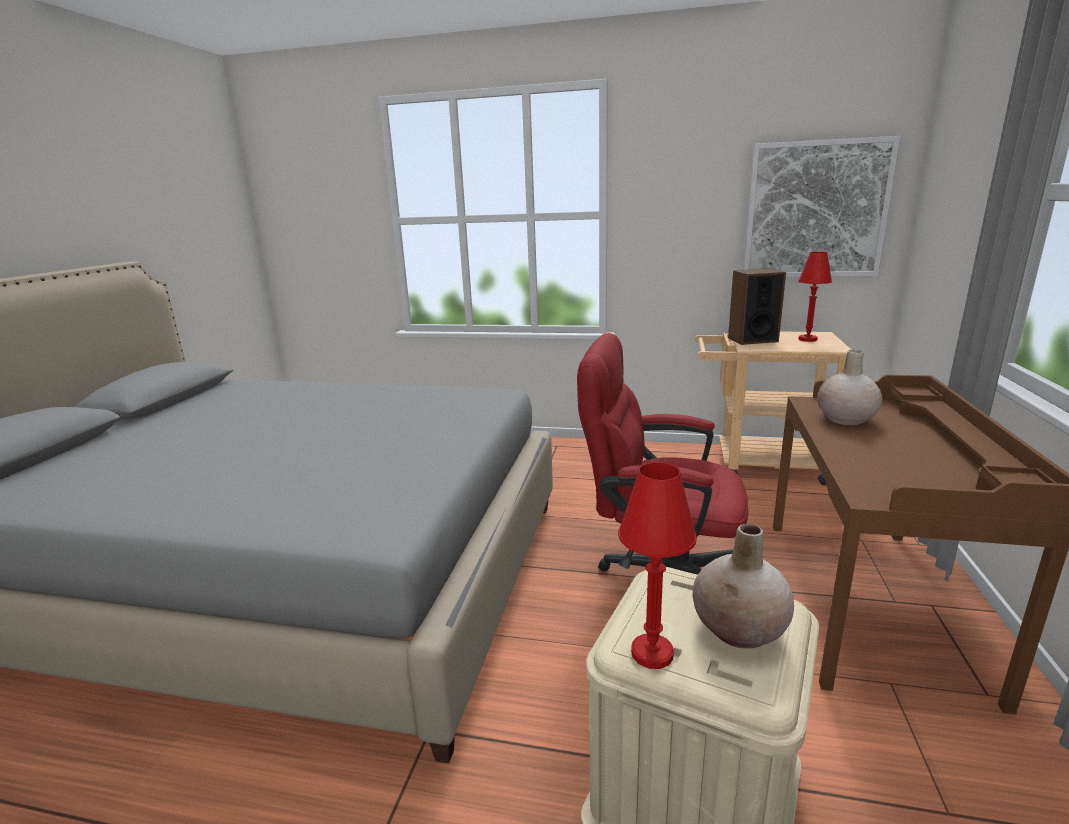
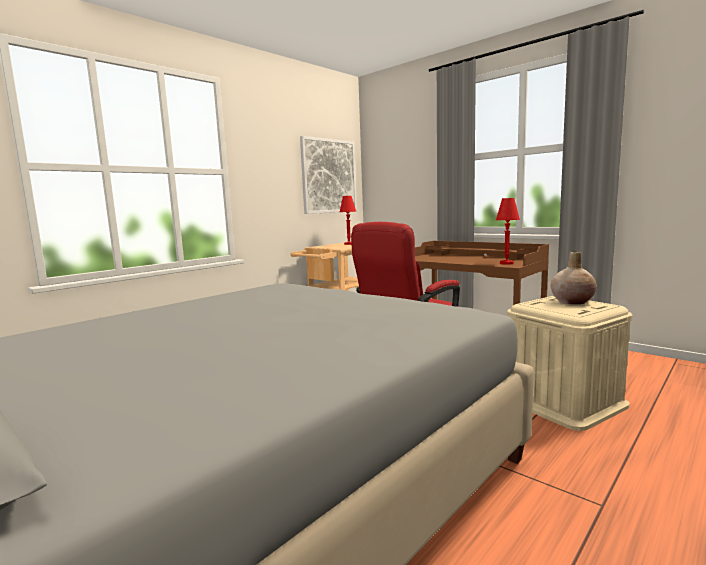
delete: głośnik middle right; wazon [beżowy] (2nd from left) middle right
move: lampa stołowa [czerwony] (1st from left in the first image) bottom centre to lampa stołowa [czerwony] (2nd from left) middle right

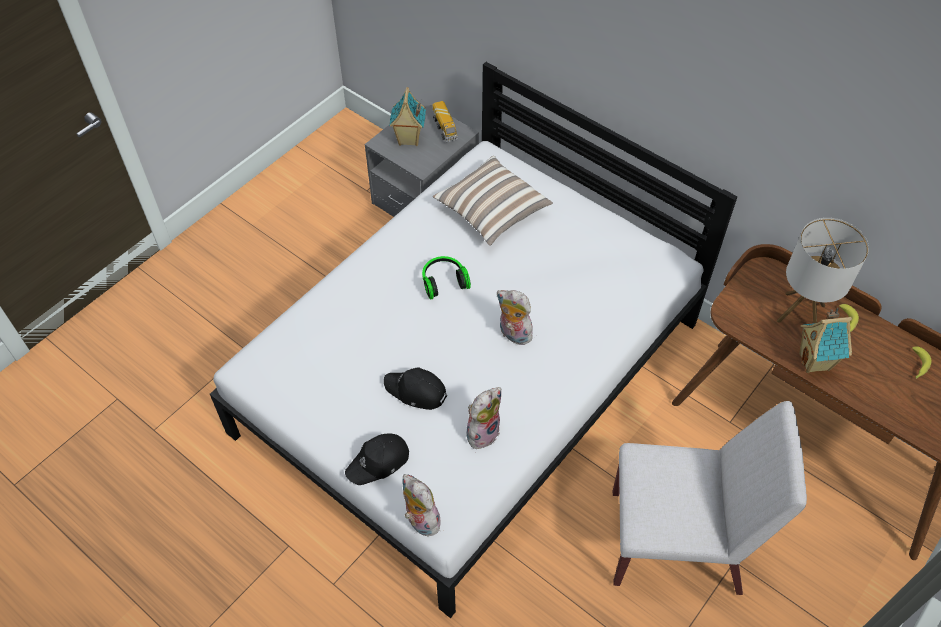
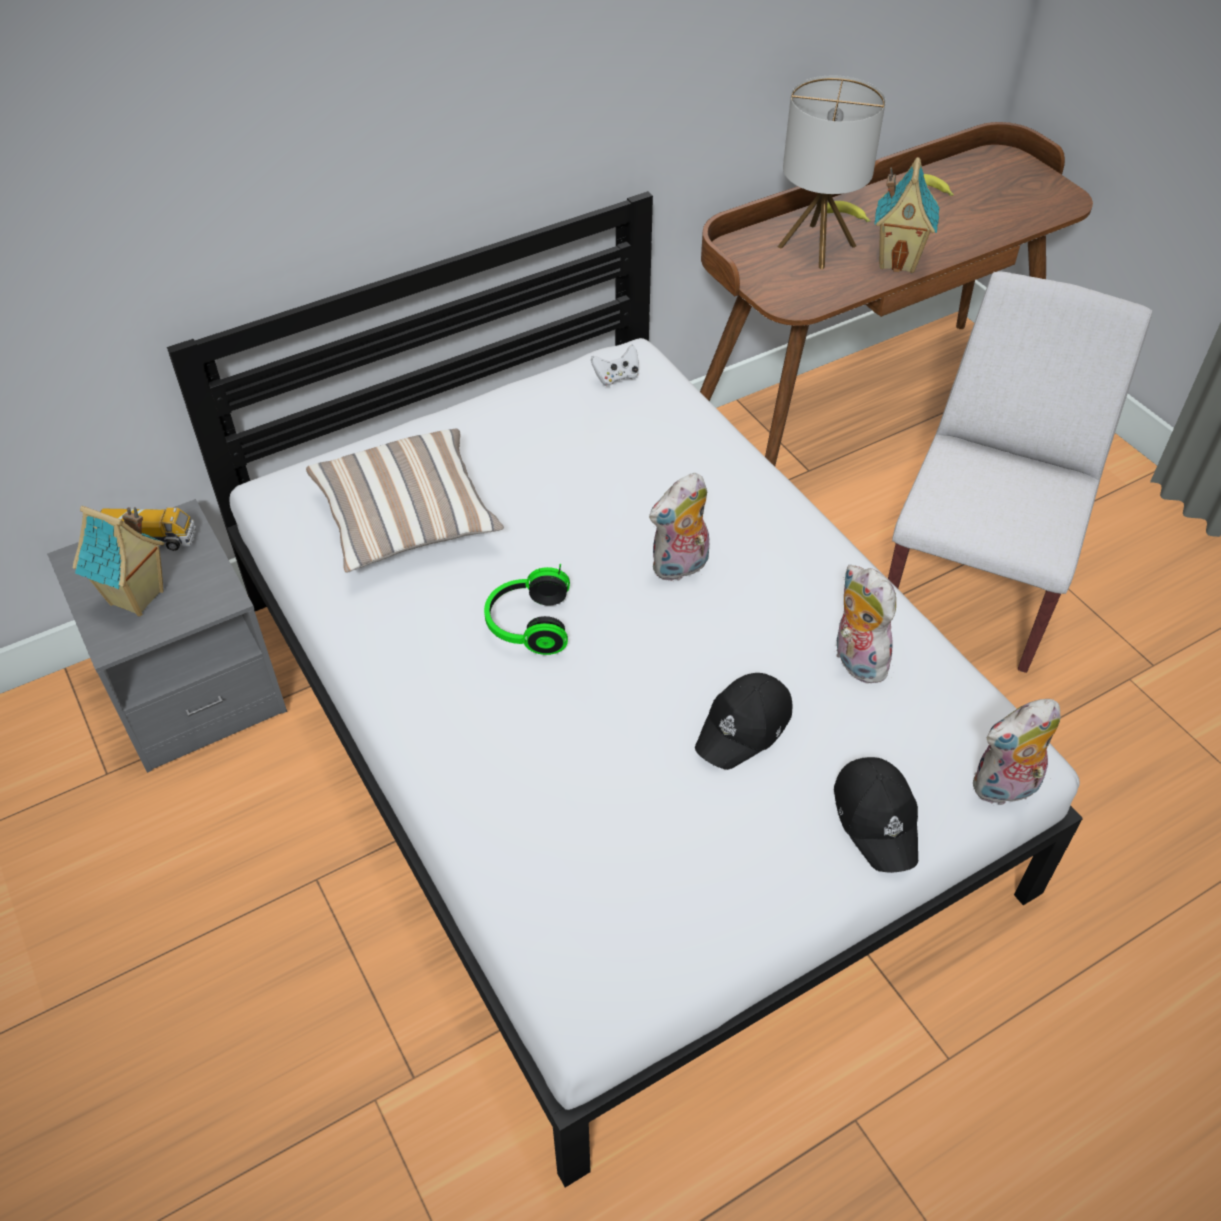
insert: pad do gier [biały] top centre

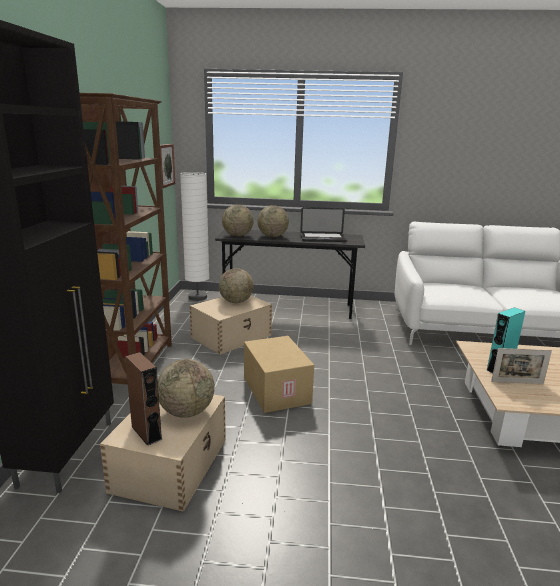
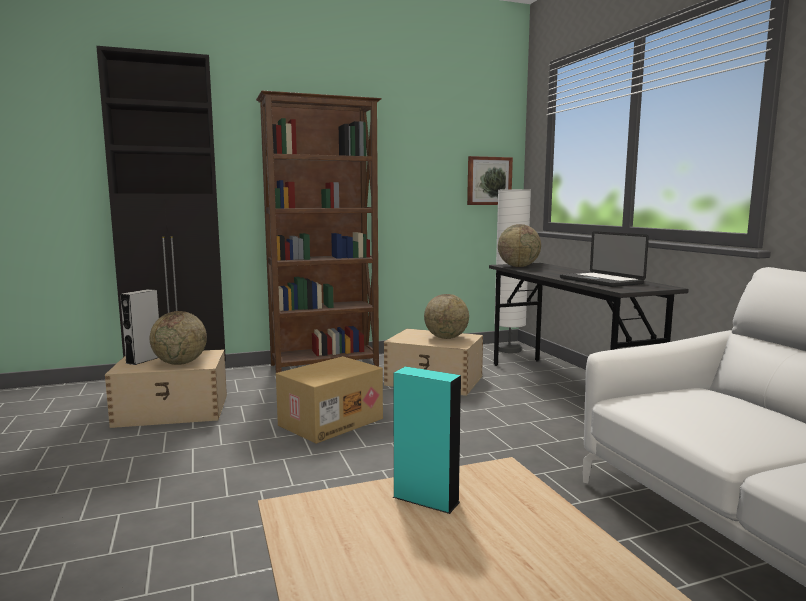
delete: globus (4th from left) centre; ramka na zdjęcie middle right
recolor: głośnik [brązowy] bottom left to głośnik [szary] middle left

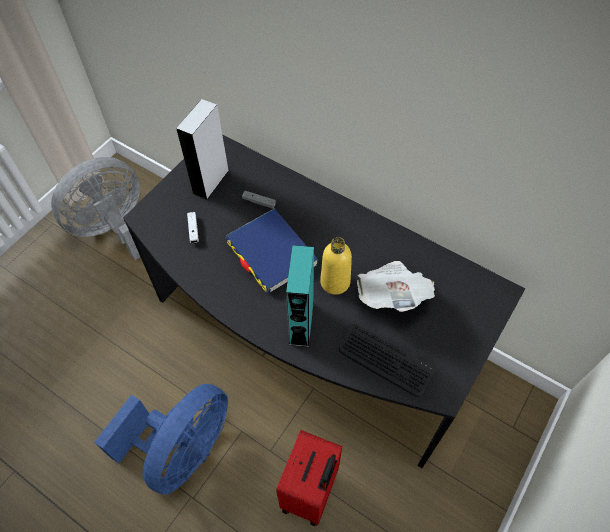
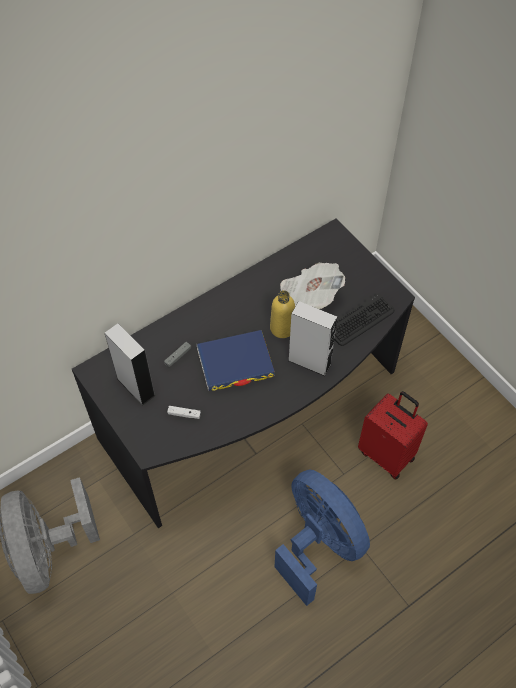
recolor: głośnik [turkusowy] centre to głośnik [szary] (2nd from left) centre

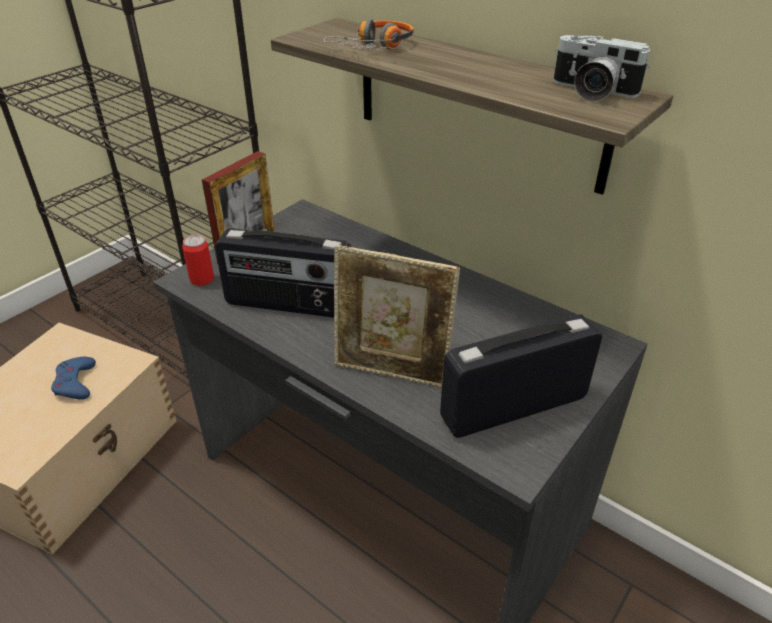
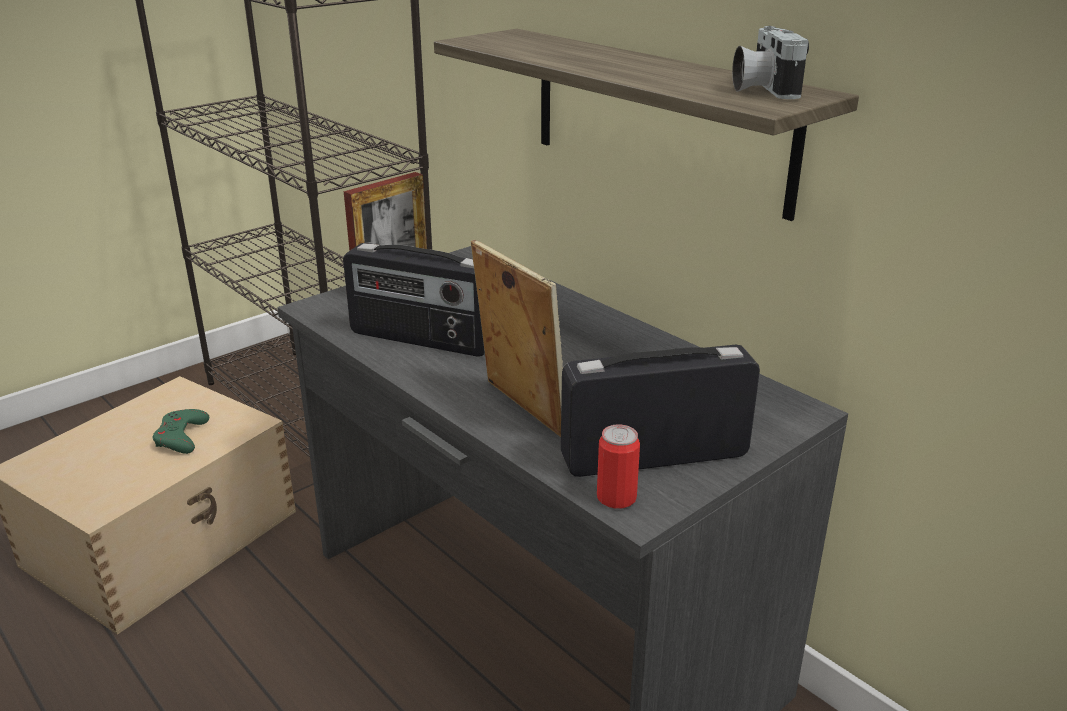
delete: słuchawki top centre
move: puszka middle left to centre
recolor: pad do gier [niebieski] middle left to pad do gier [zielony] middle left
rotate: ramka na zdjęcie (2nd from left) centre = centre 150 degrees counterclockwise; aparat fotograficzny top right = top right 45 degrees clockwise

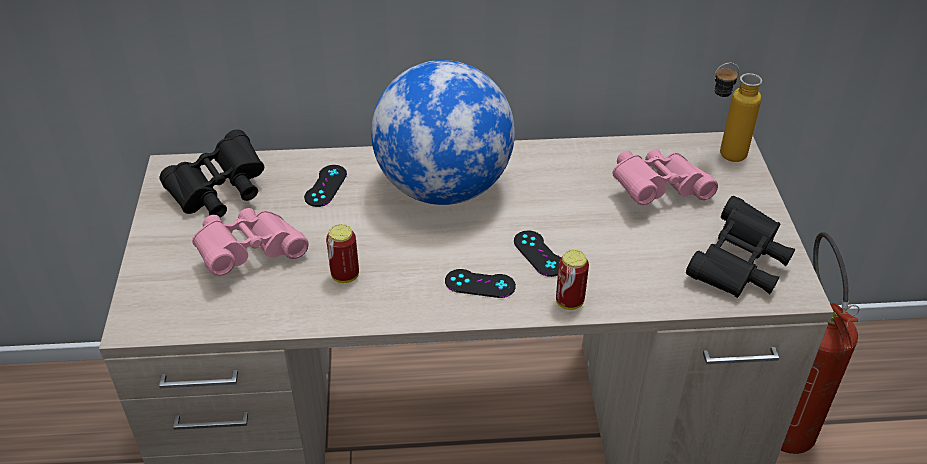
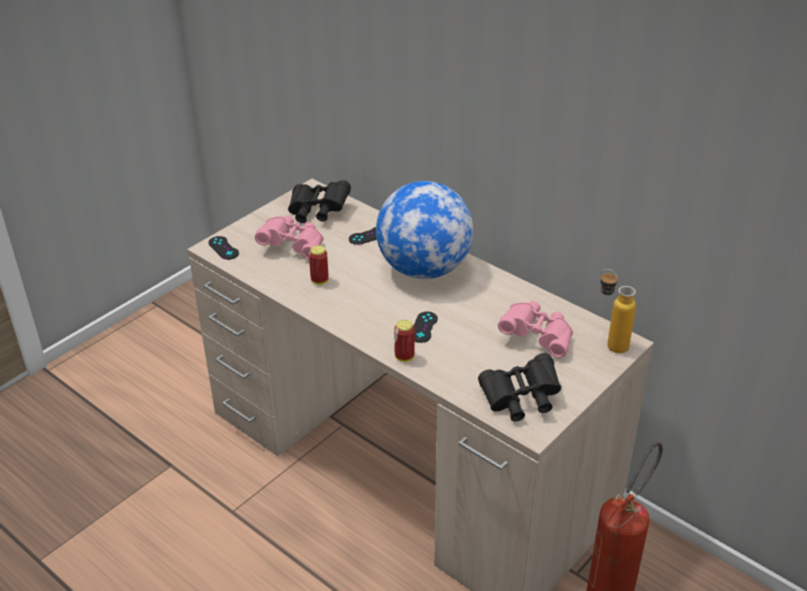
move: pad do gier [czarny] (2nd from left in the first image) centre to pad do gier [czarny] (1st from left) middle left

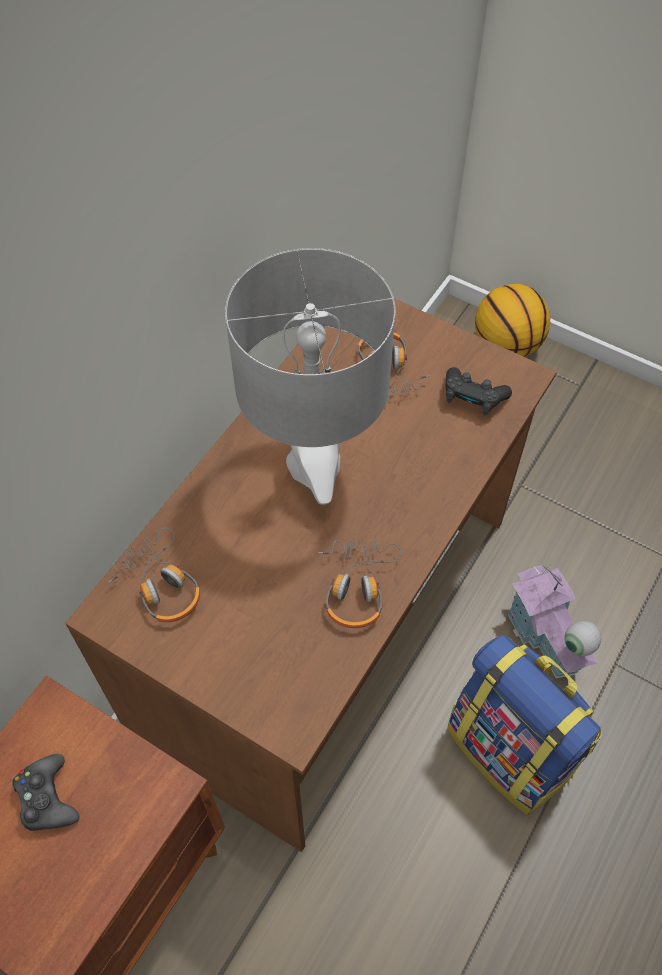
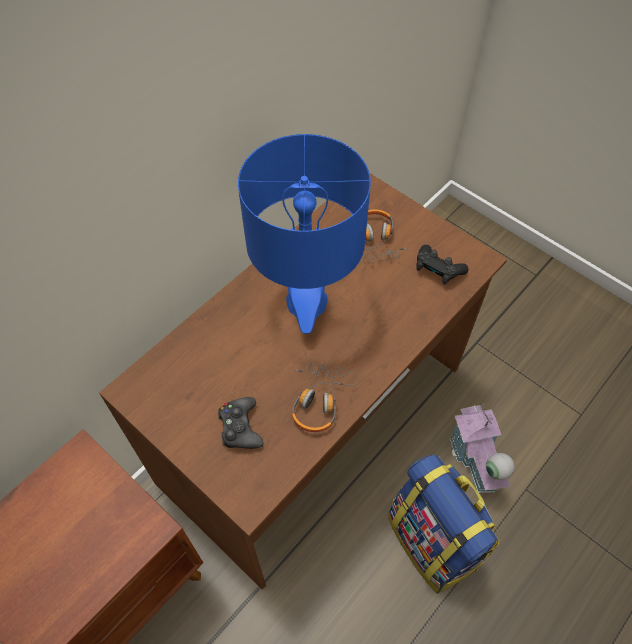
delete: słuchawki (1st from left) middle left; piłka do koszykówki top right
move: pad do gier [czarny] (1st from left) bottom left to centre
recolor: lampa stołowa [szary] centre to lampa stołowa [niebieski] centre

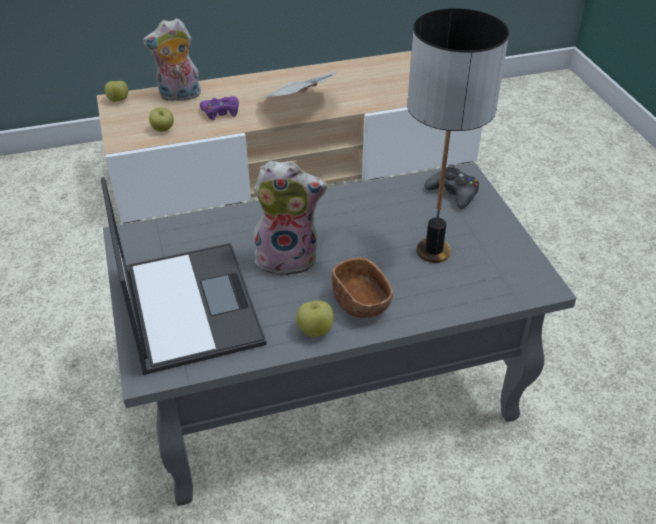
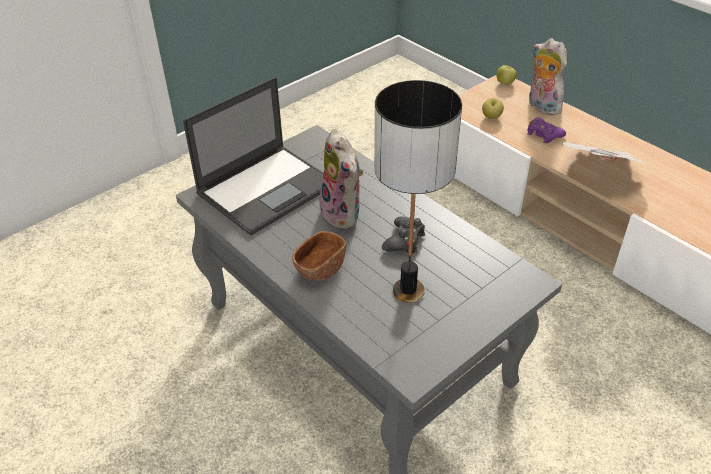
delete: jabłko (3rd from left) centre
move: pad do gier [czarny] middle right to centre

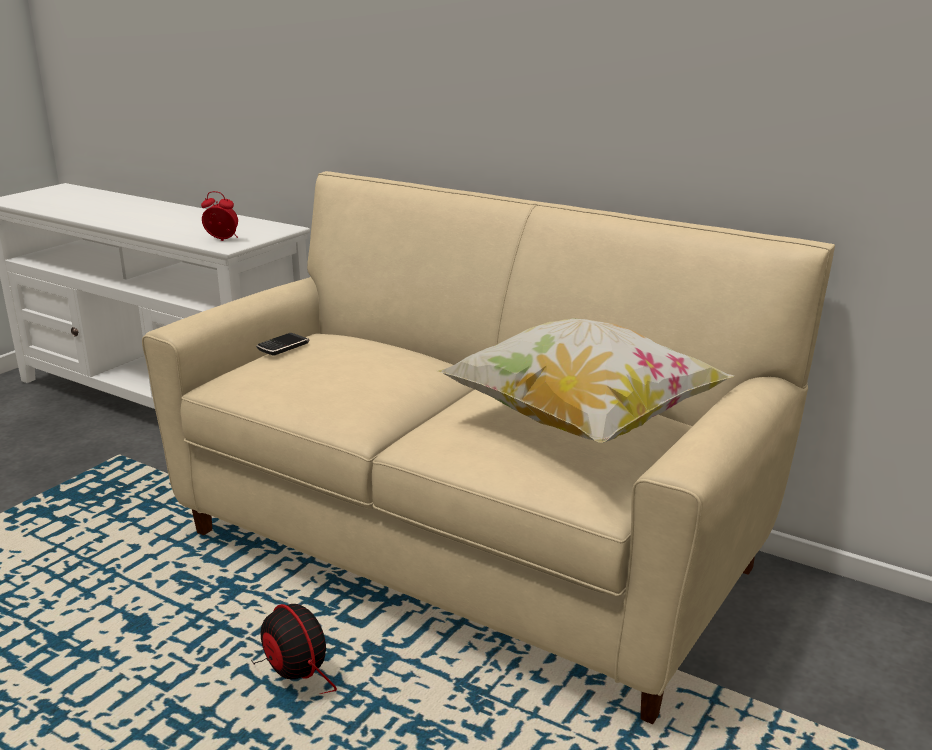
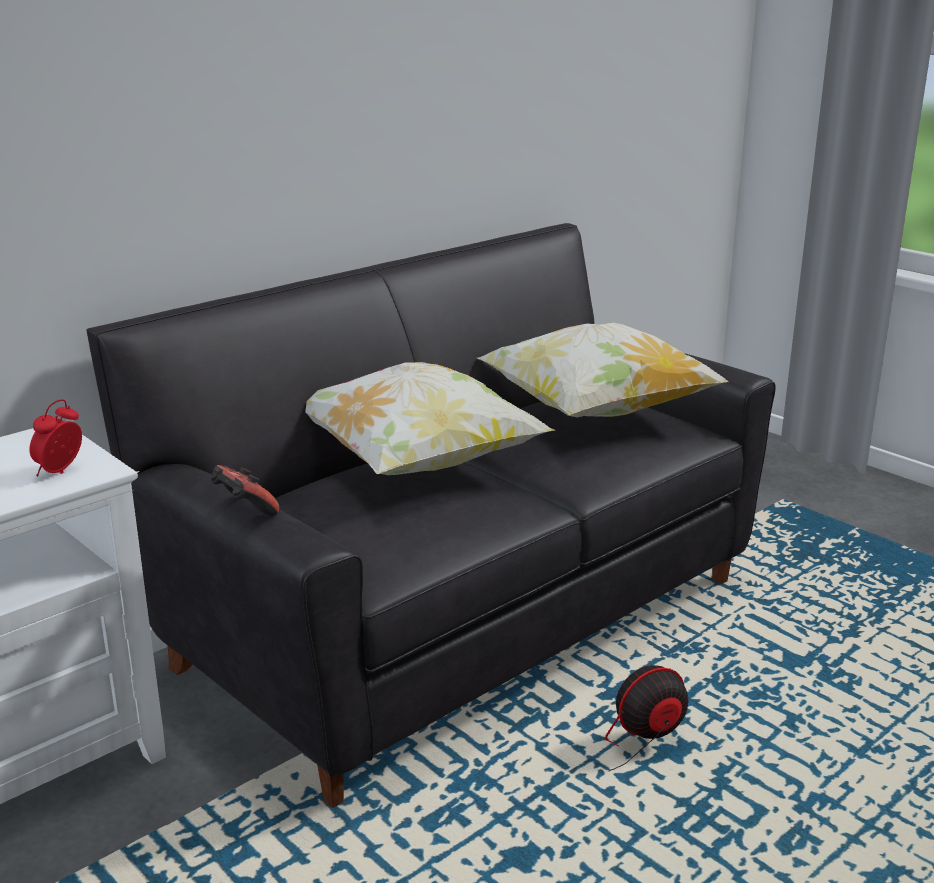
delete: telefon middle left
insert: pad do gier middle left; poduszka (1st from left) centre
recolor: kanapa [beżowy] centre to kanapa [czarny] centre

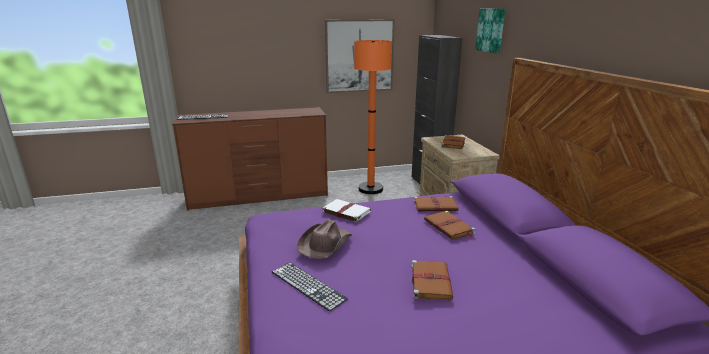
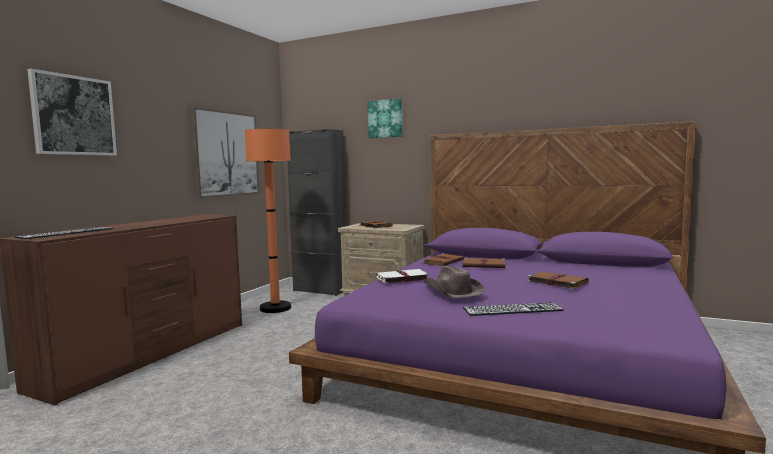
insert: obraz (1st from left) top left

